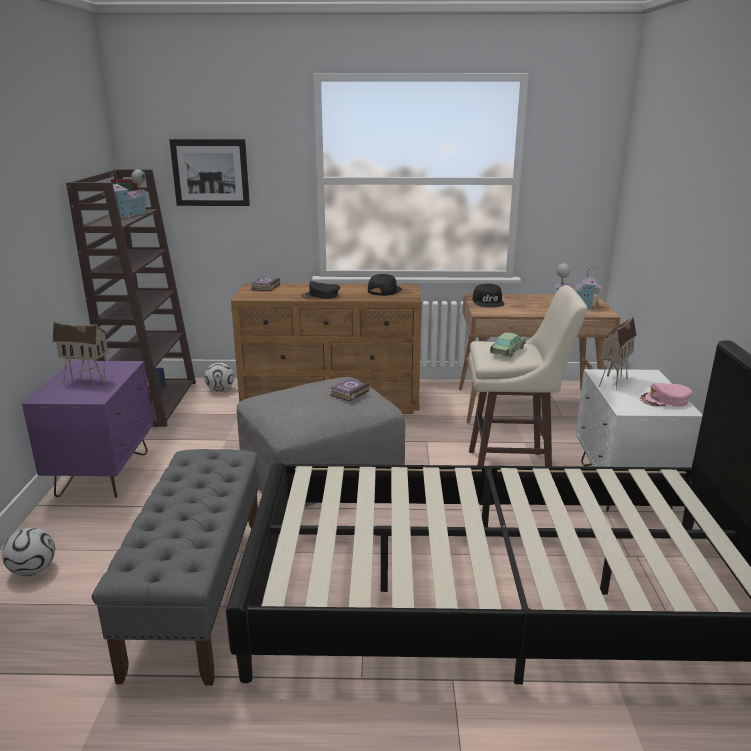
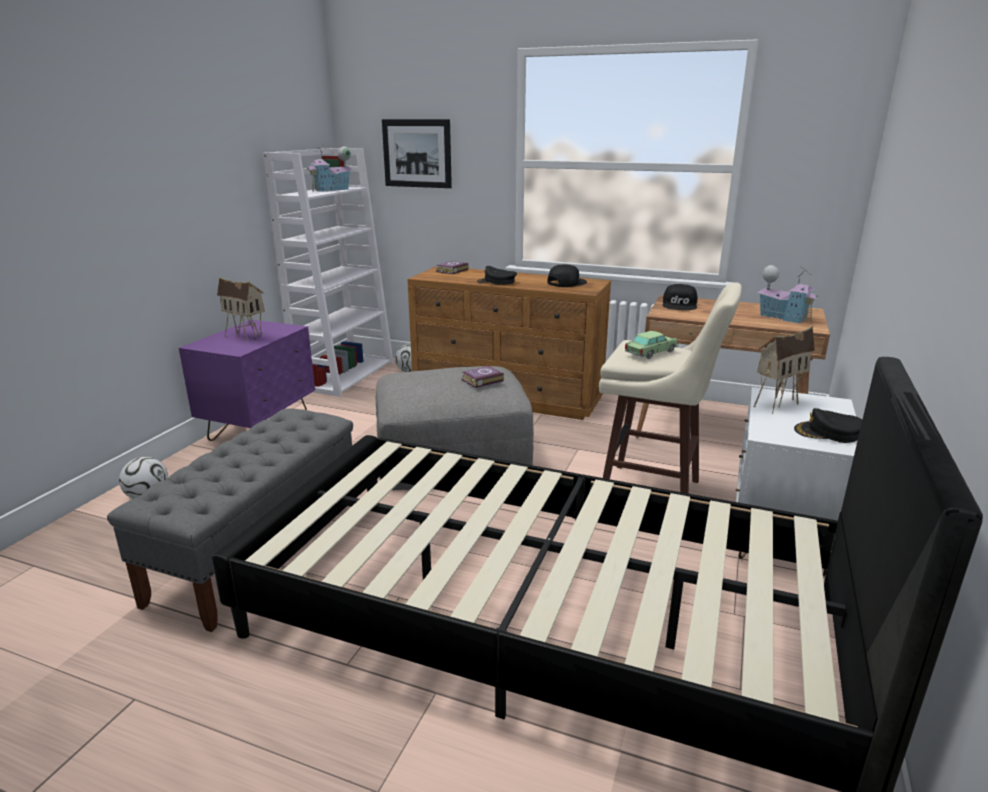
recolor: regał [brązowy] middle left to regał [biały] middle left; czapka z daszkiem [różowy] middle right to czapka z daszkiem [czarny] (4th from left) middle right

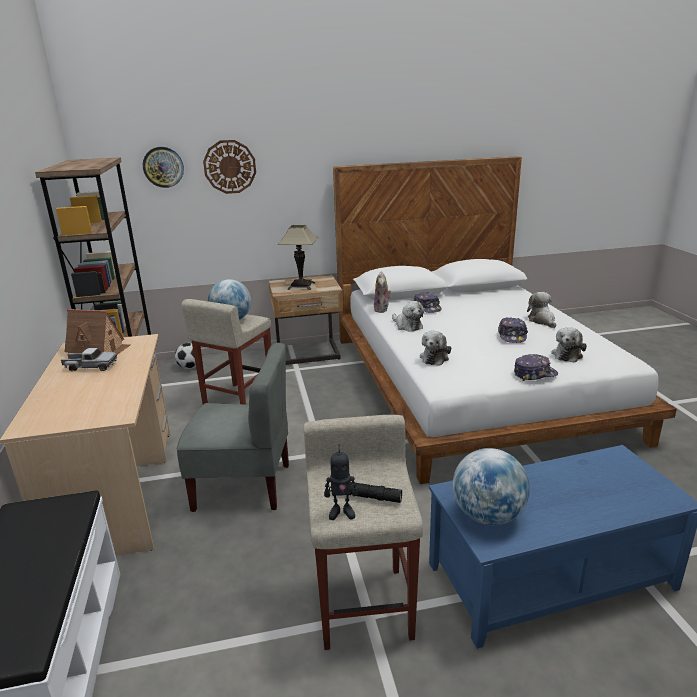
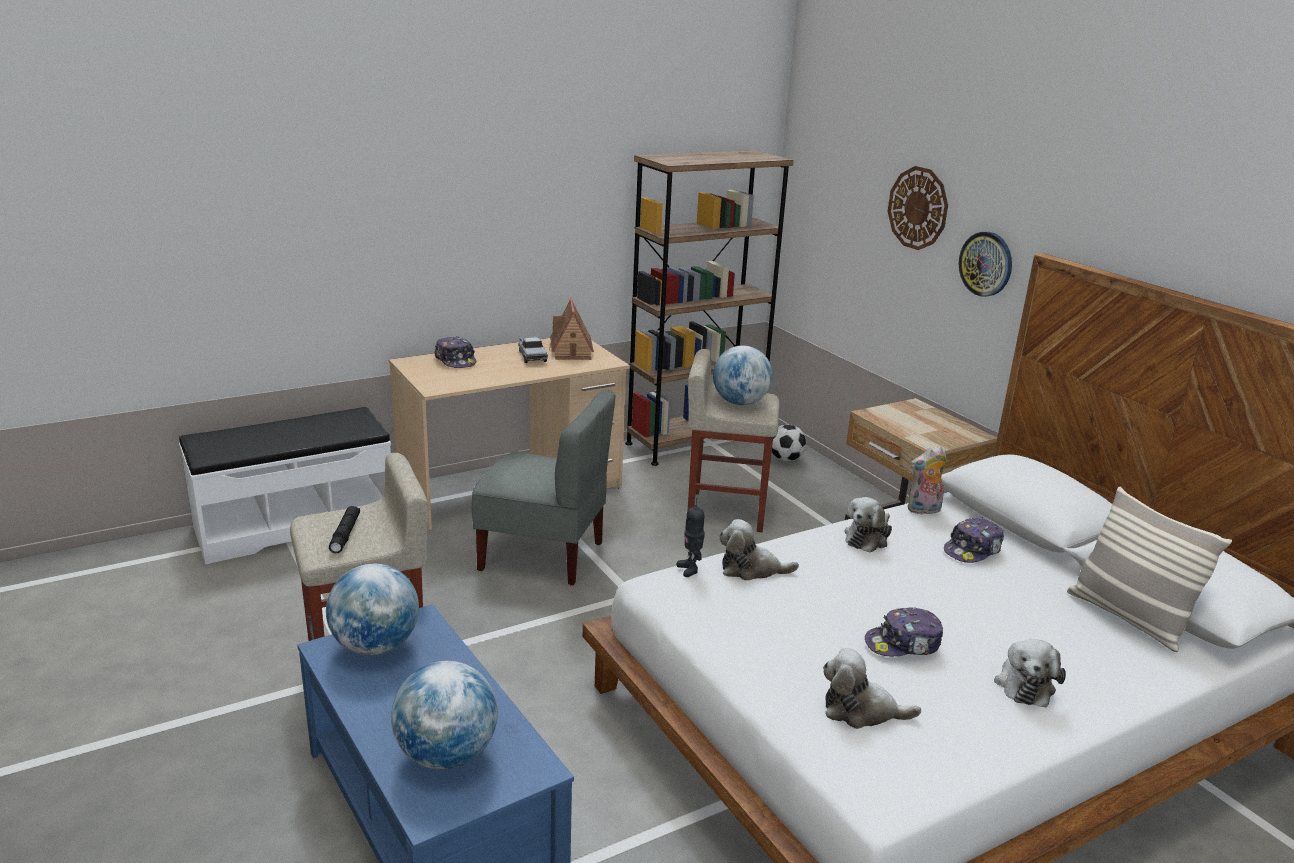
delete: lampa stołowa centre
insert: globus (2nd from left) bottom centre; poduszka middle right
move: zegar ścienny (1st from left in the first image) top left to zegar ścienny (2nd from left) top right; robot zabawkowy bottom centre to centre; czapka z daszkiem (3rd from left in the first image) middle right to czapka z daszkiem (1st from left) centre
rotate: krzesło [szary] centre = centre 60 degrees counterclockwise; pluszak (4th from left in the first image) middle right = bottom right 135 degrees clockwise

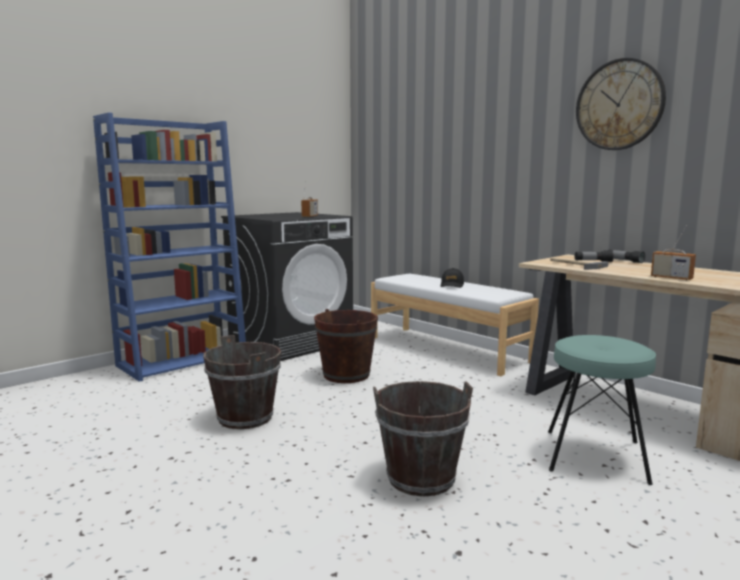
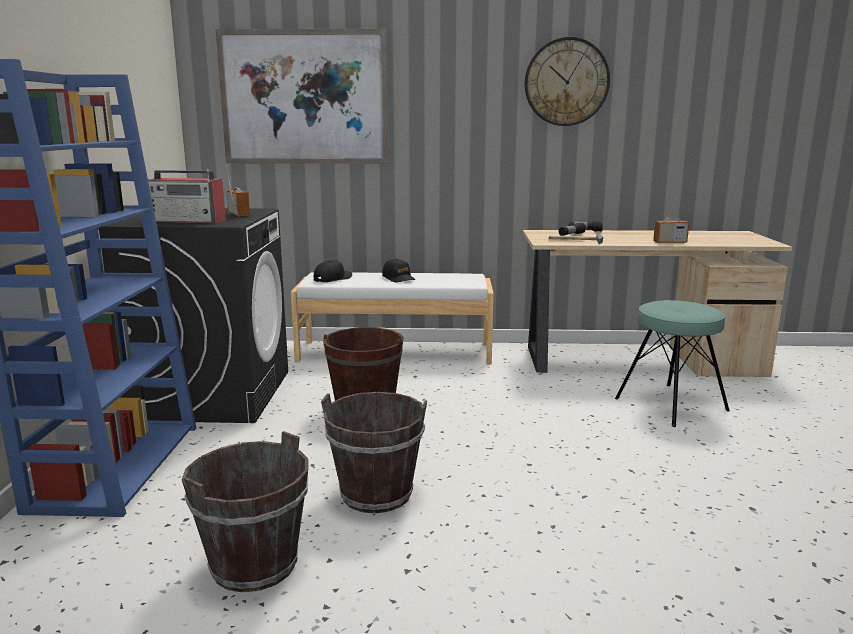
insert: radio (1st from left) top left; obraz top centre; czapka z daszkiem [czarny] (1st from left) centre
move: wiadro [brązowy] (3rd from left in the first image) bottom centre to wiadro [brązowy] (1st from left) bottom left

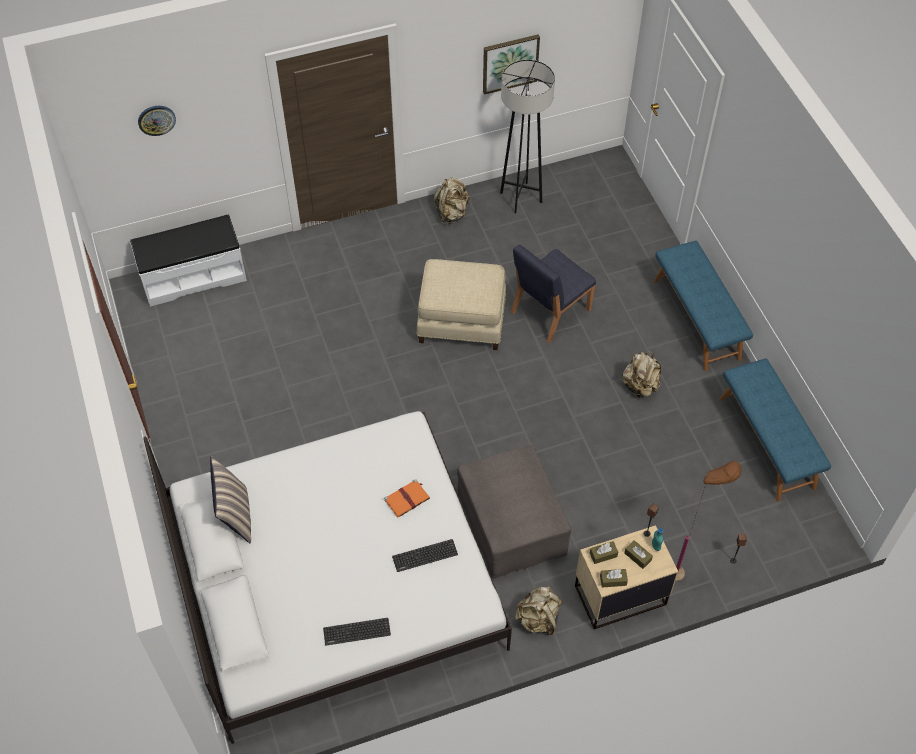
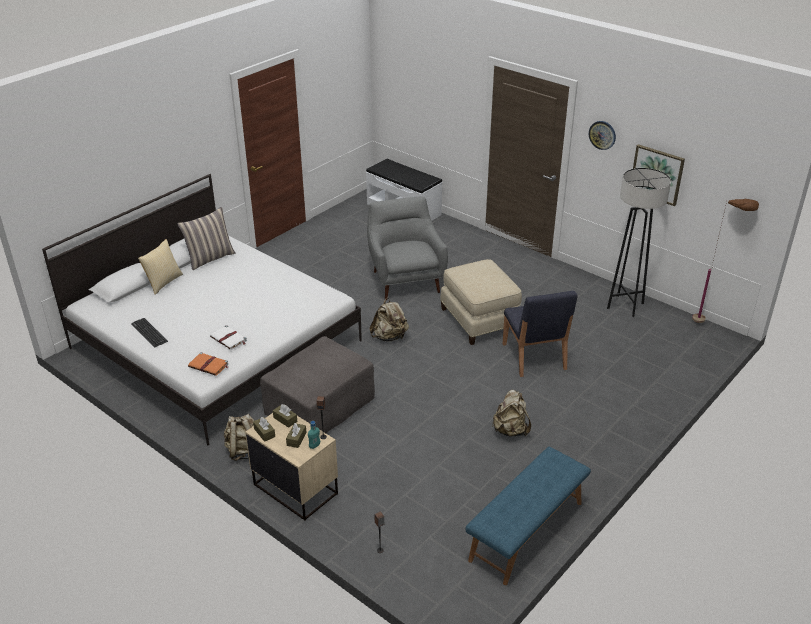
delete: ławka [niebieski] (1st from left) middle right
insert: poduszka (1st from left) middle left; fotel [szary] centre
move: zegar ścienny top left to top right; książka [pomarańczowy] centre to middle left; plecak [beżowy] (1st from left in the first image) top centre to plecak [beżowy] (2nd from left) centre; lampa stojąca [brązowy] bottom right to middle right
replace: klawiatura (2nd from left) bottom centre to książka [biały] middle left
rotate: krzesło [niebieski] centre = centre 120 degrees counterclockwise

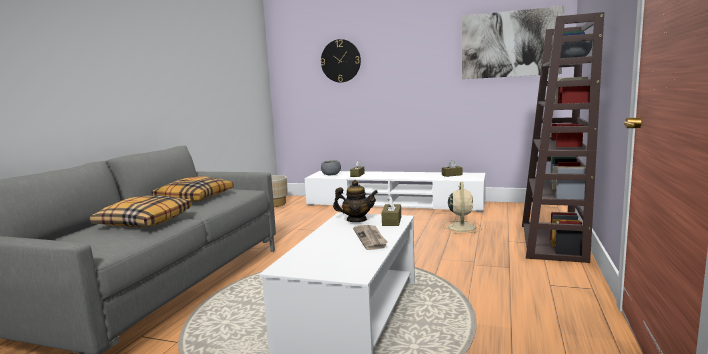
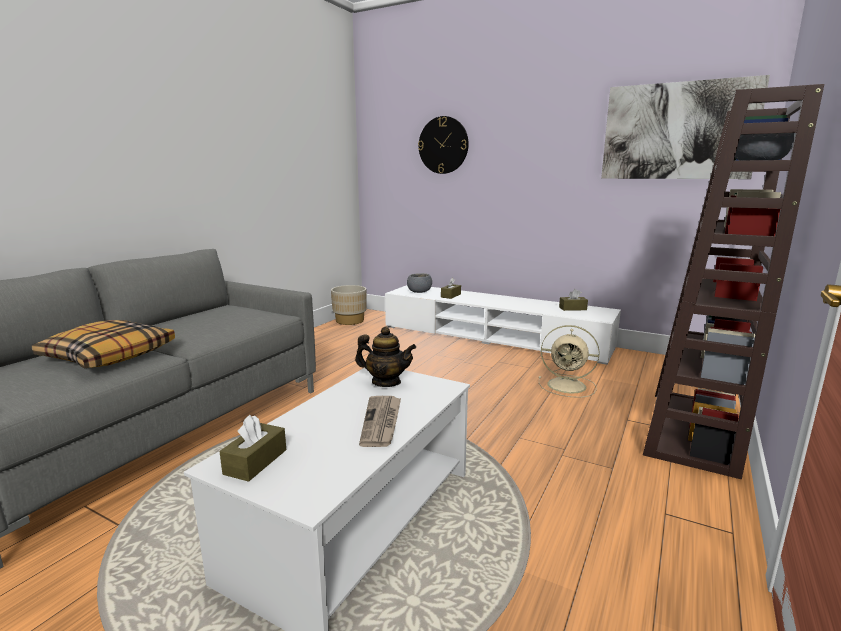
delete: poduszka (2nd from left) middle left
move: pudełko chusteczek [brązowy] (2nd from left in the first image) centre to pudełko chusteczek [brązowy] (1st from left) bottom left
rotate: wentylator [beżowy] centre = middle right 90 degrees clockwise

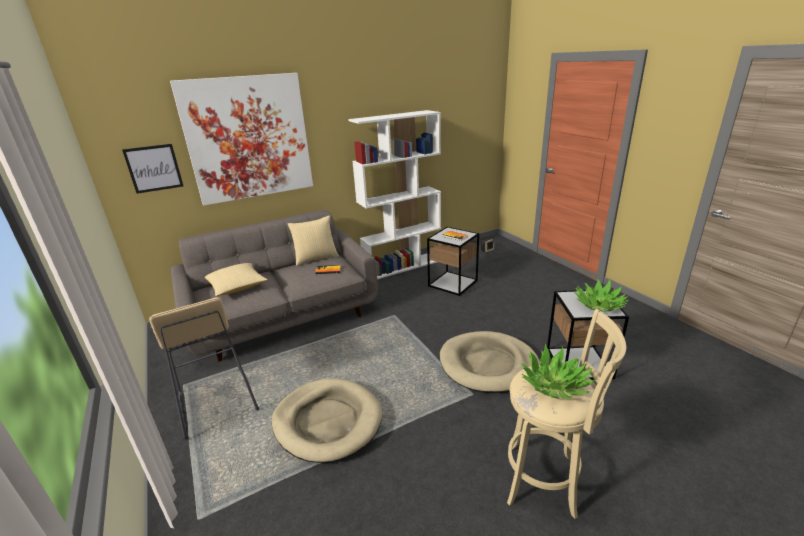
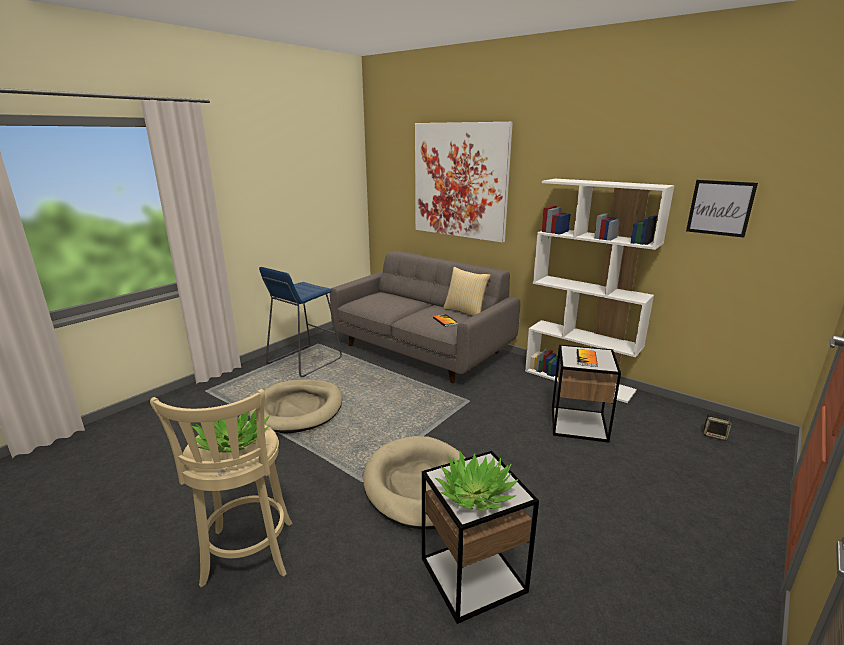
delete: poduszka (1st from left) middle left
move: obraz (1st from left in the first image) top left to obraz (2nd from left) top right
recolor: stołek [beżowy] (1st from left) bottom left to stołek [niebieski] centre

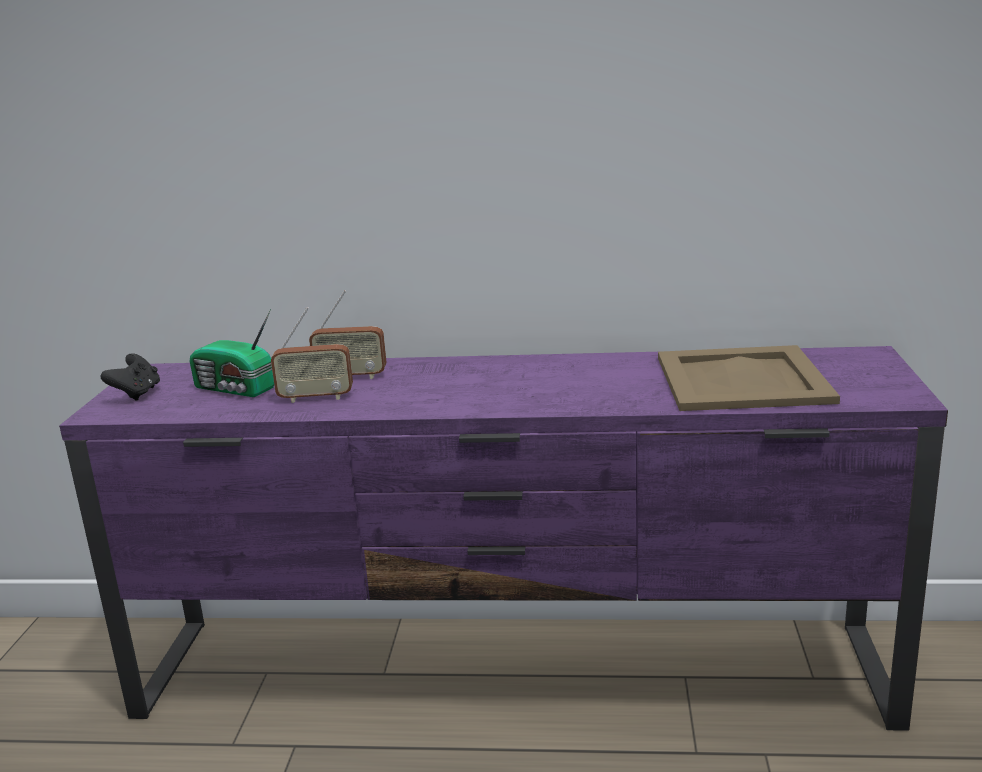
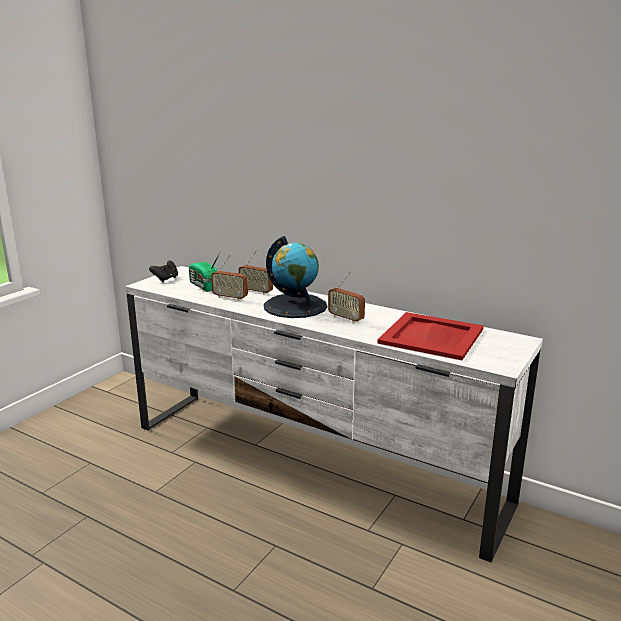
insert: globus centre; radio (4th from left) centre
recolor: szafka pod telewizor [fioletowy] bottom centre to szafka pod telewizor [biały] bottom centre; taca [beżowy] middle right to taca [czerwony] middle right

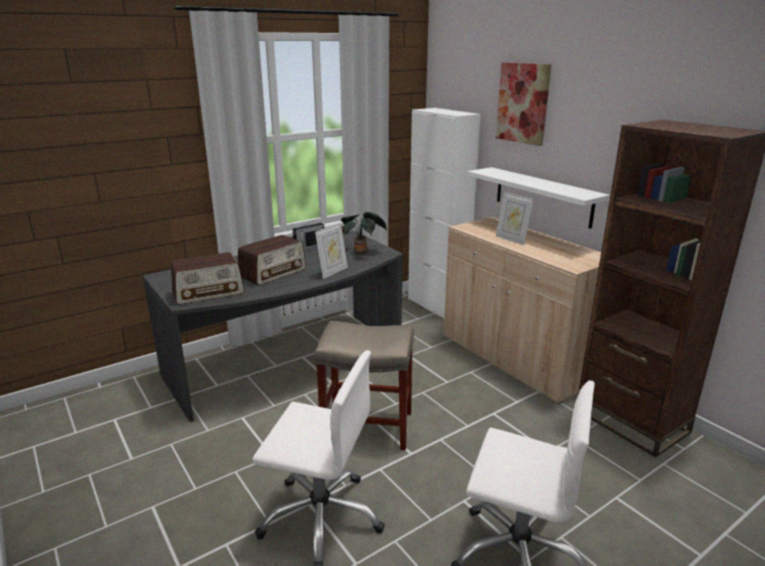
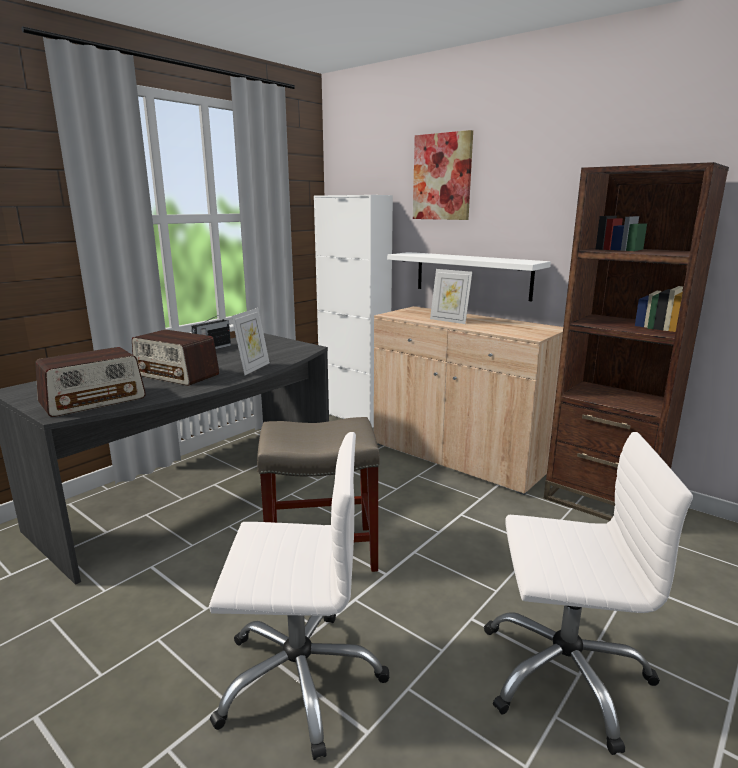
delete: roślina doniczkowa centre
rotate: radio (2nd from left) centre = middle left 90 degrees clockwise

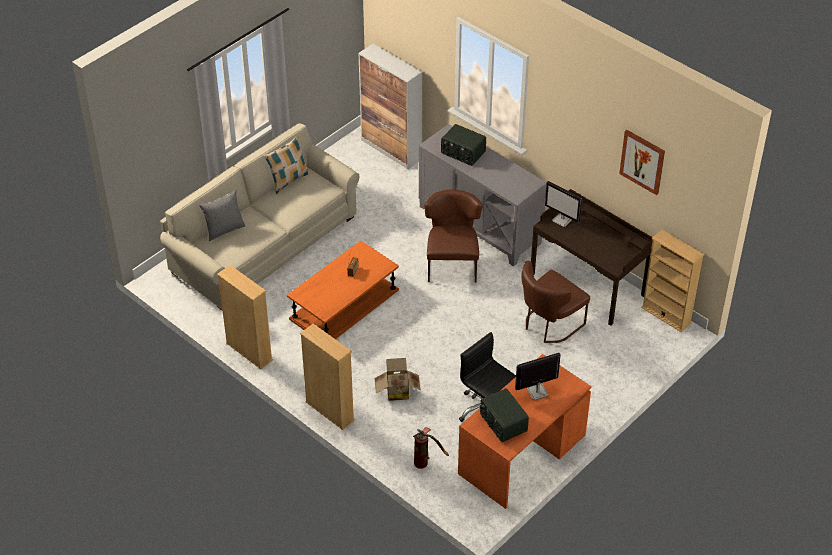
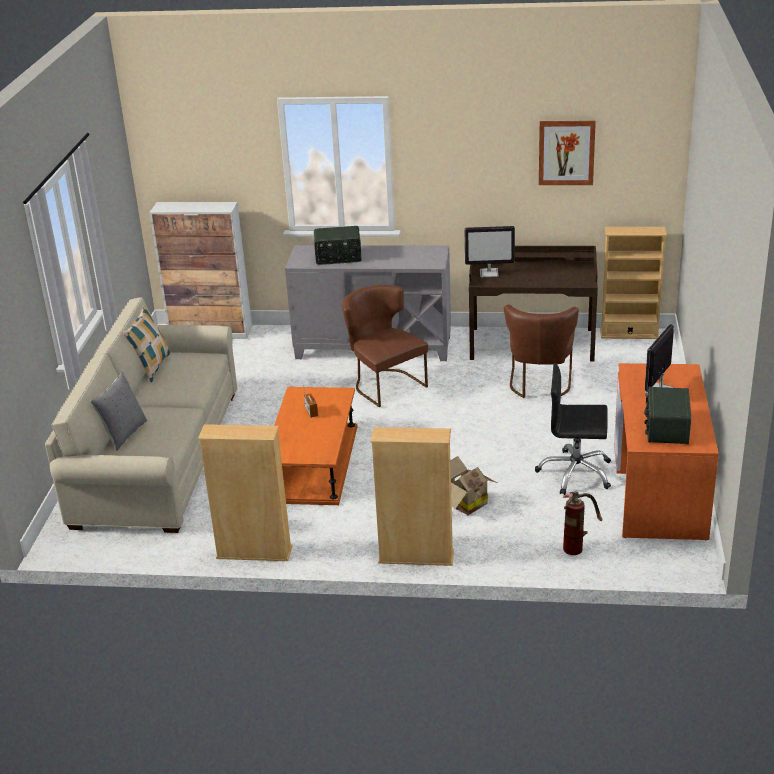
rotate: radio (3rd from left) bottom centre = middle right 75 degrees clockwise

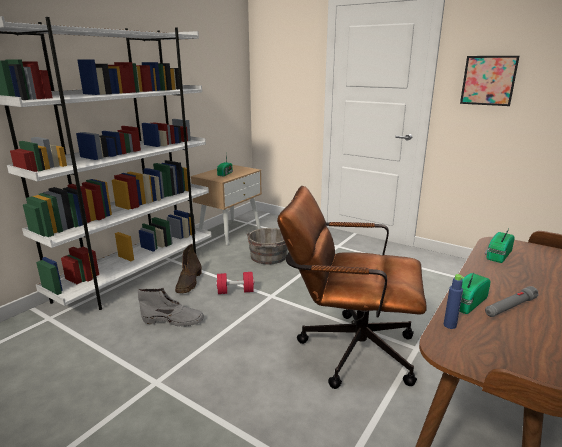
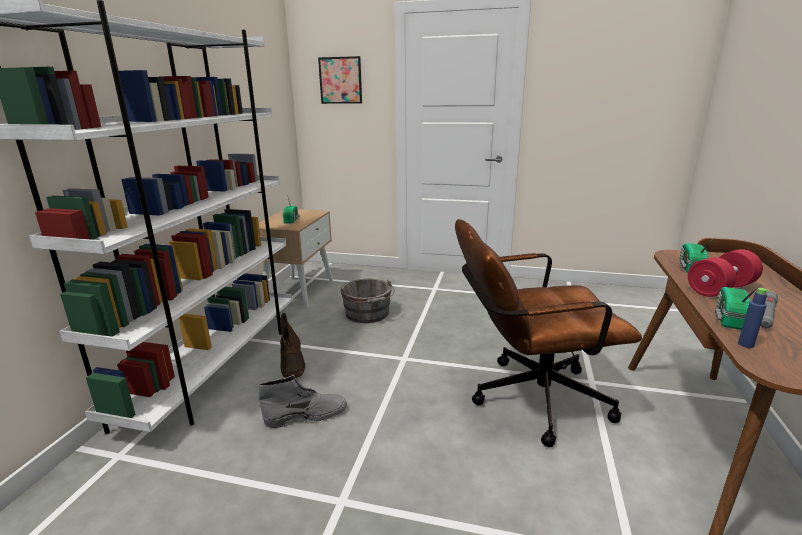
move: hantel [czerwony] centre to middle right; obraz top right to top centre

